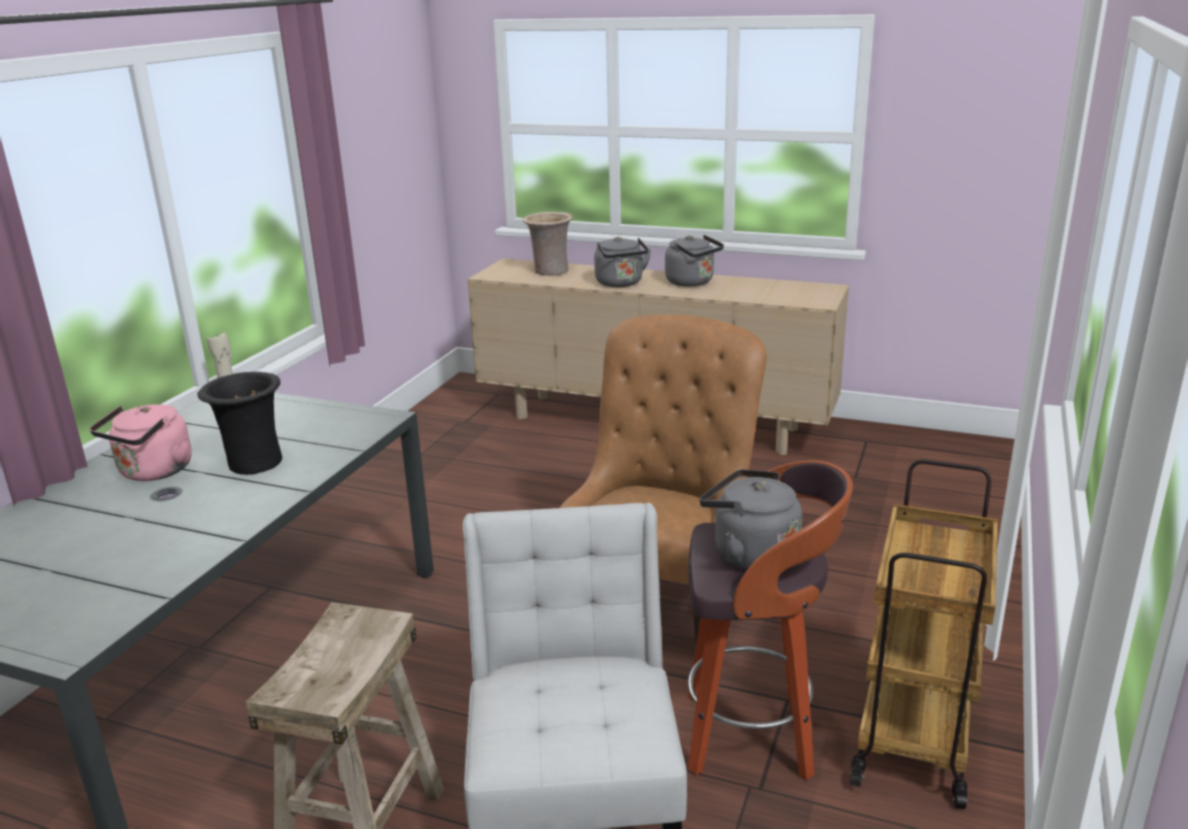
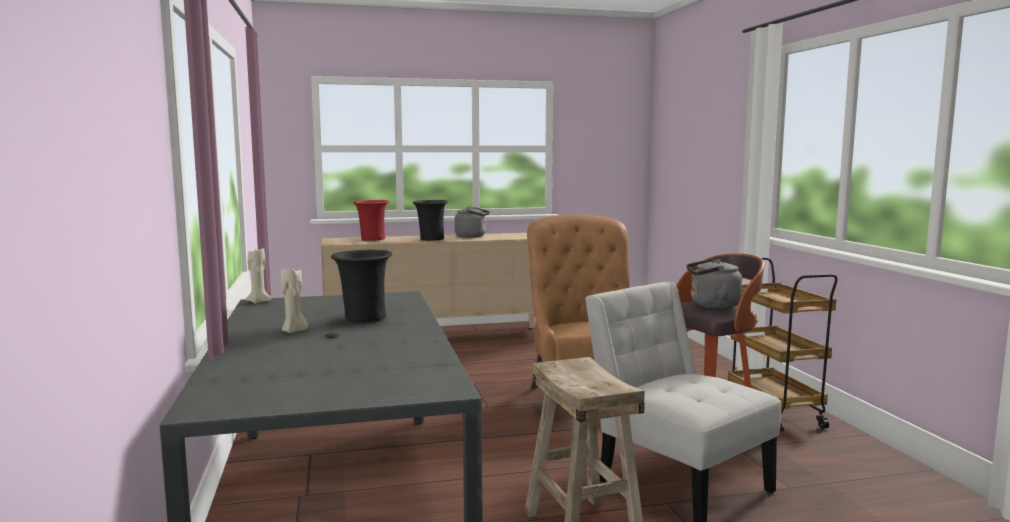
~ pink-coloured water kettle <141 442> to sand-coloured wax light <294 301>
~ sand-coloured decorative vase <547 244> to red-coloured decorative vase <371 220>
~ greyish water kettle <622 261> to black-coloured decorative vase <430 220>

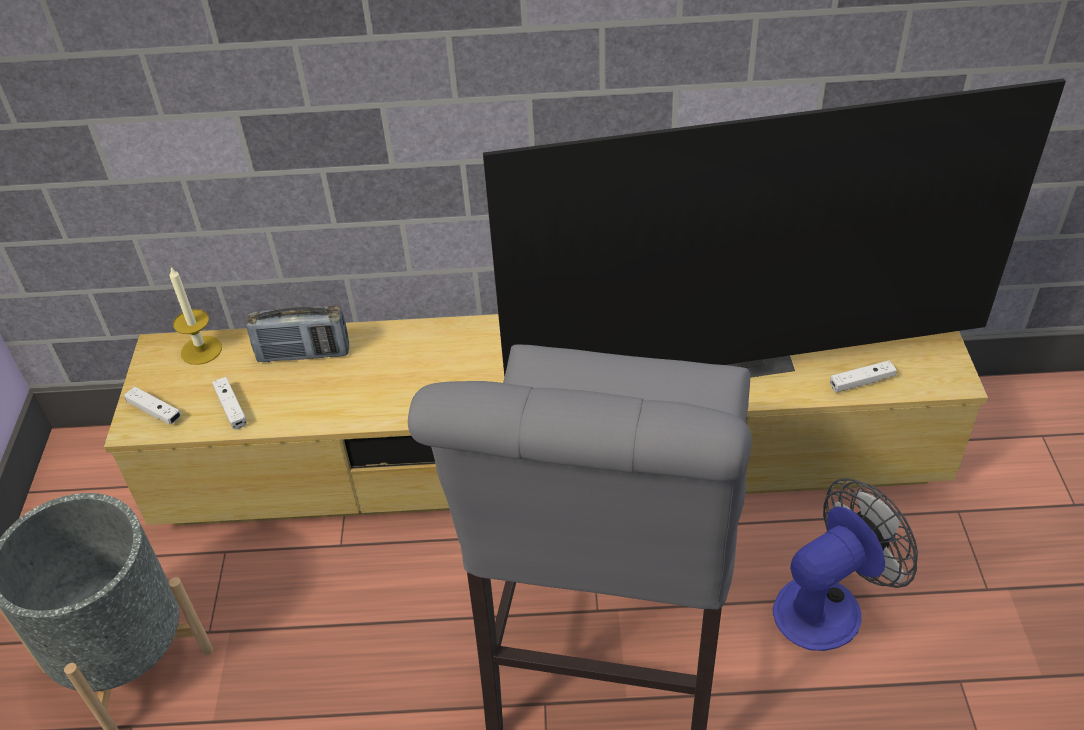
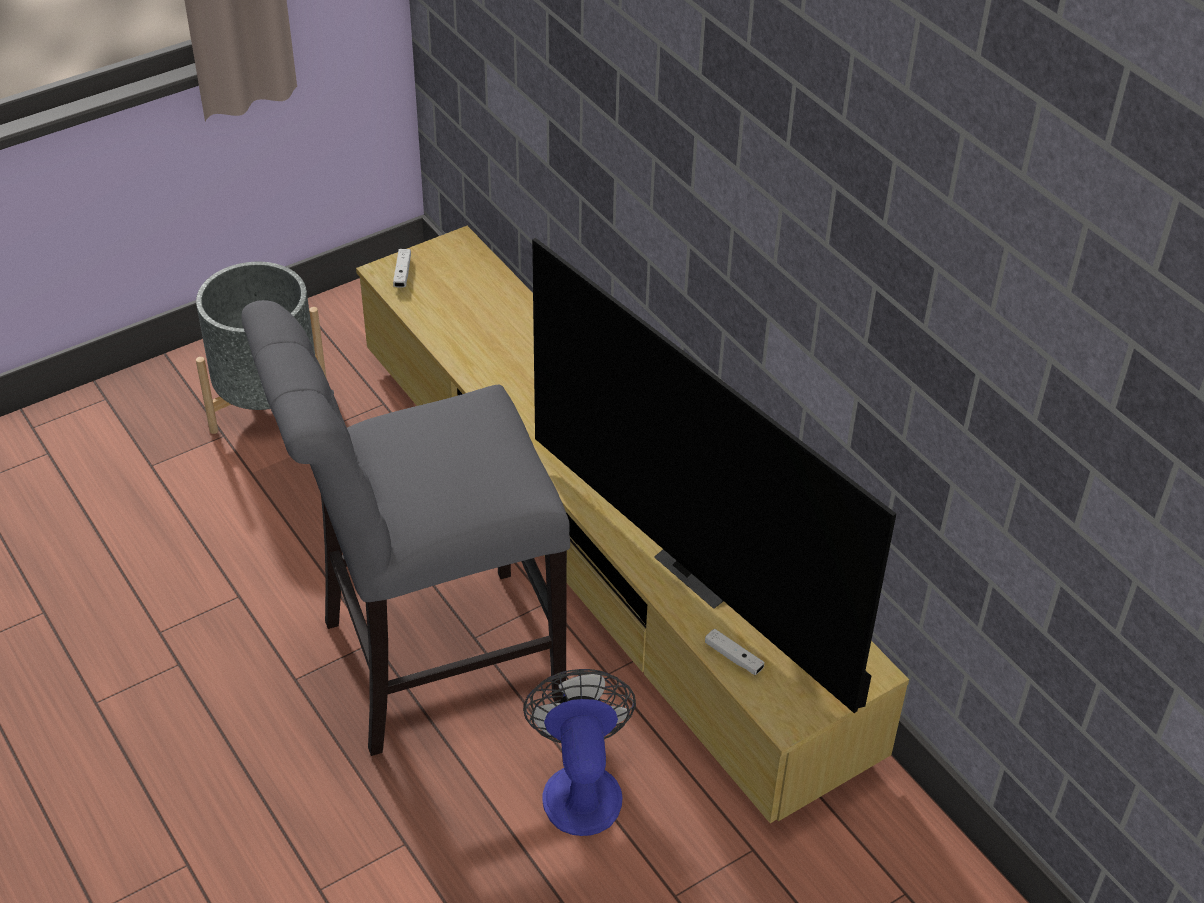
- wax light <195 316>
- white gamepad <229 403>
- radio <297 334>
~ fan <845 564> = <579 752> 120 degrees counterclockwise

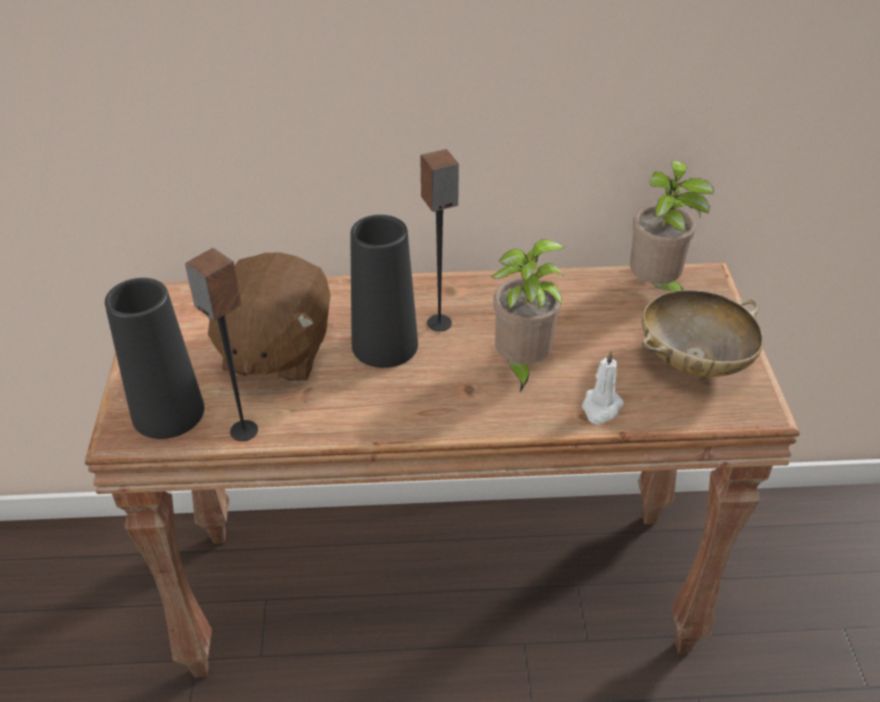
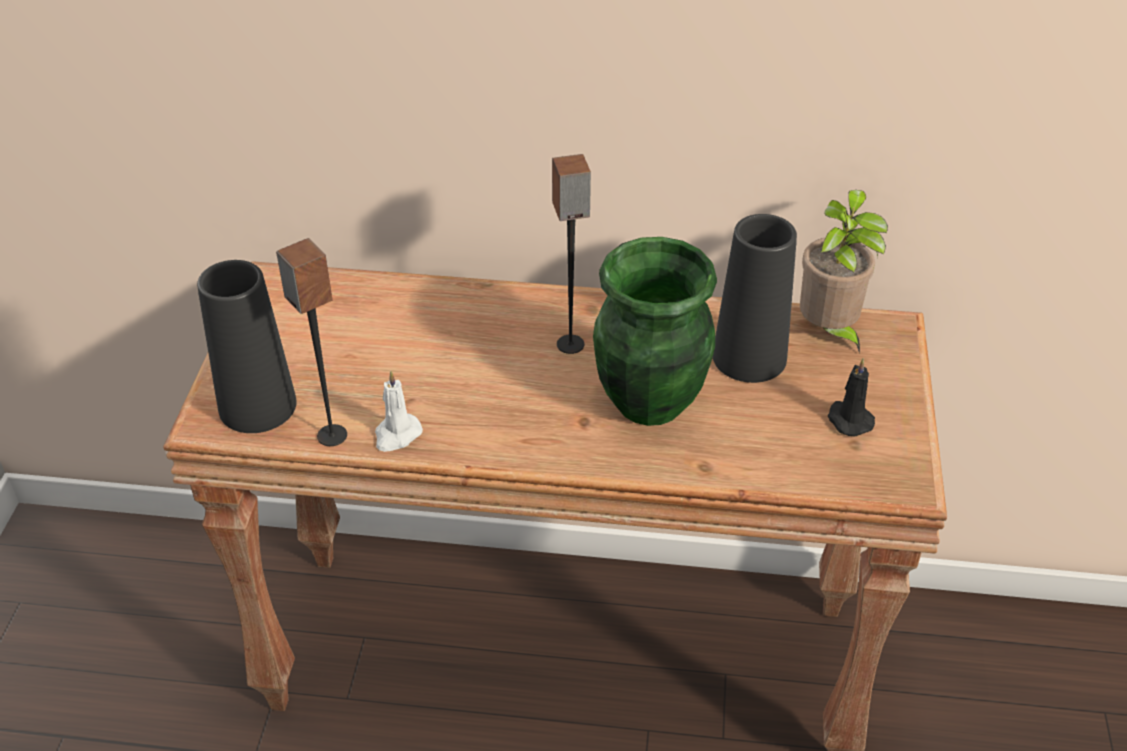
- brown plush toy <265 317>
~ black-coloured decorative vase <384 291> to <755 298>
~ plant in a pot <528 315> to green decorative vase <655 331>
~ white wax light <603 387> to <399 411>
~ sand-coloured deep dish <702 333> to black-coloured wax light <851 397>

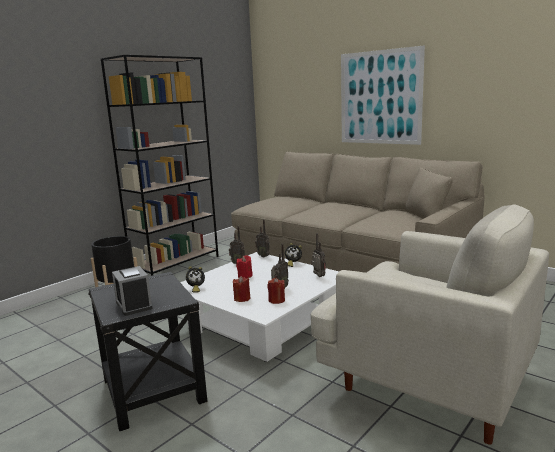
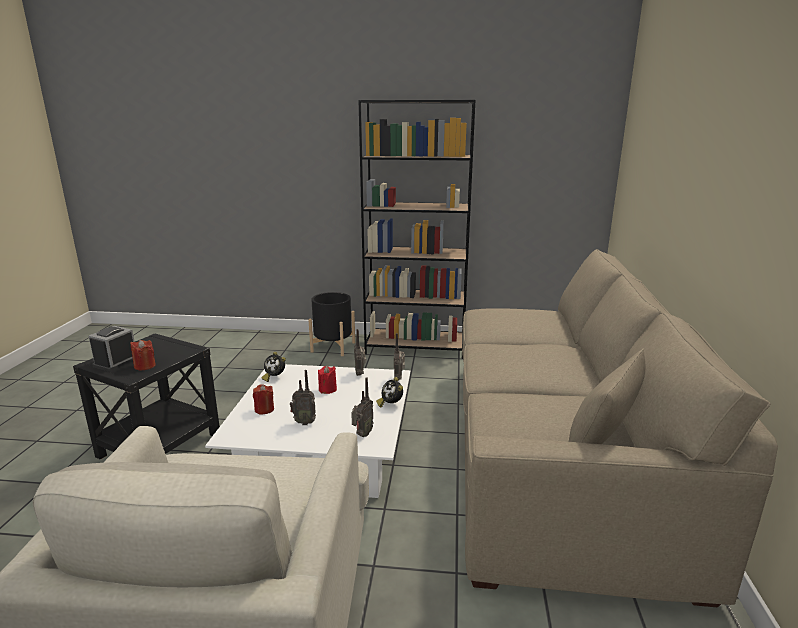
~ red-coloured wax light <276 291> to <143 355>
- wall picture <383 95>

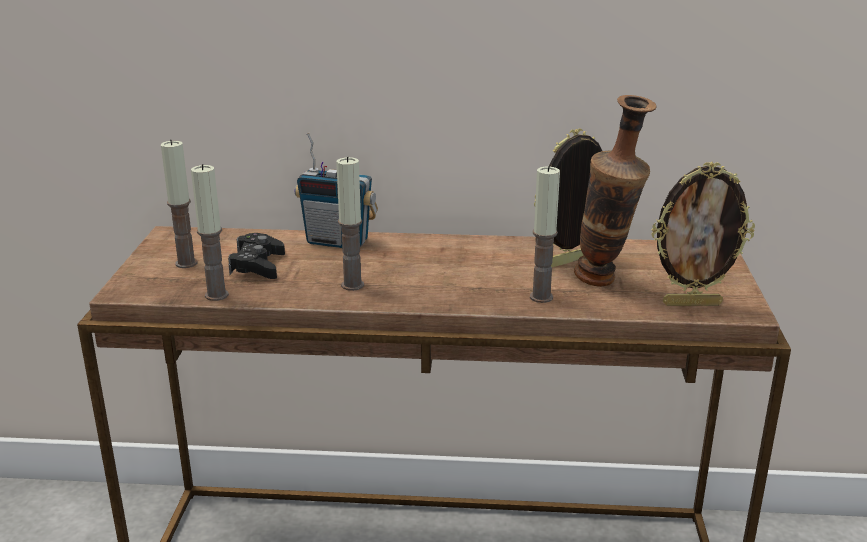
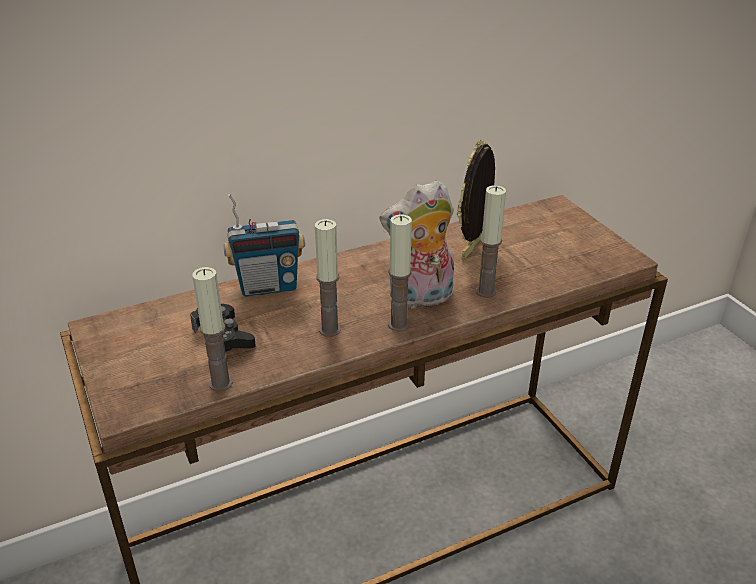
~ wax light <179 204> to <400 273>
- decorative vase <615 191>
- standing frame <703 234>
+ plush toy <417 244>

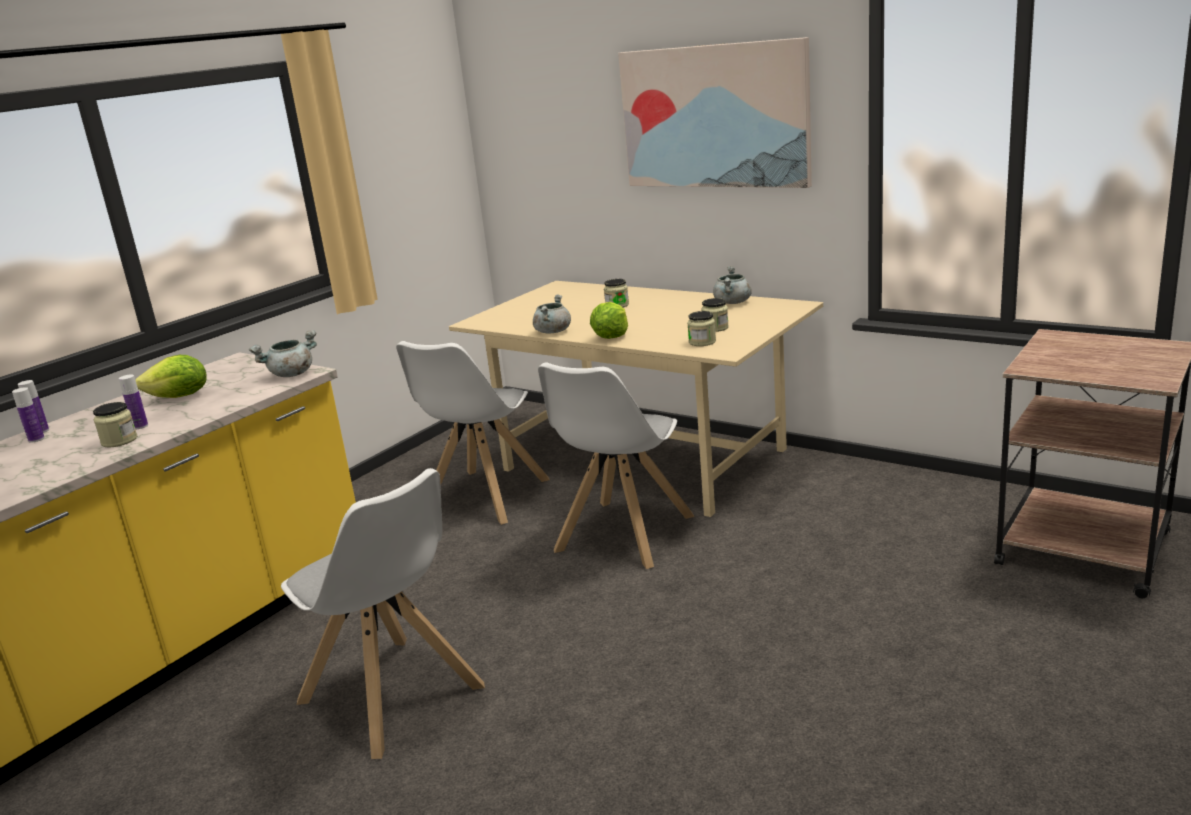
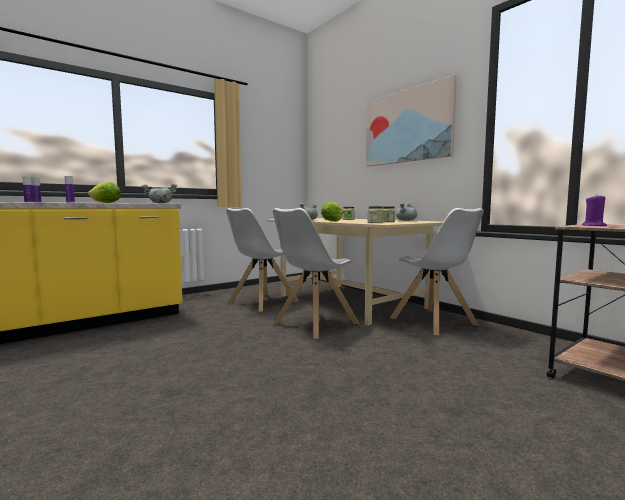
- preserve jar <115 425>
~ upright chair <383 613> to <437 271>
+ purple wax light <594 210>

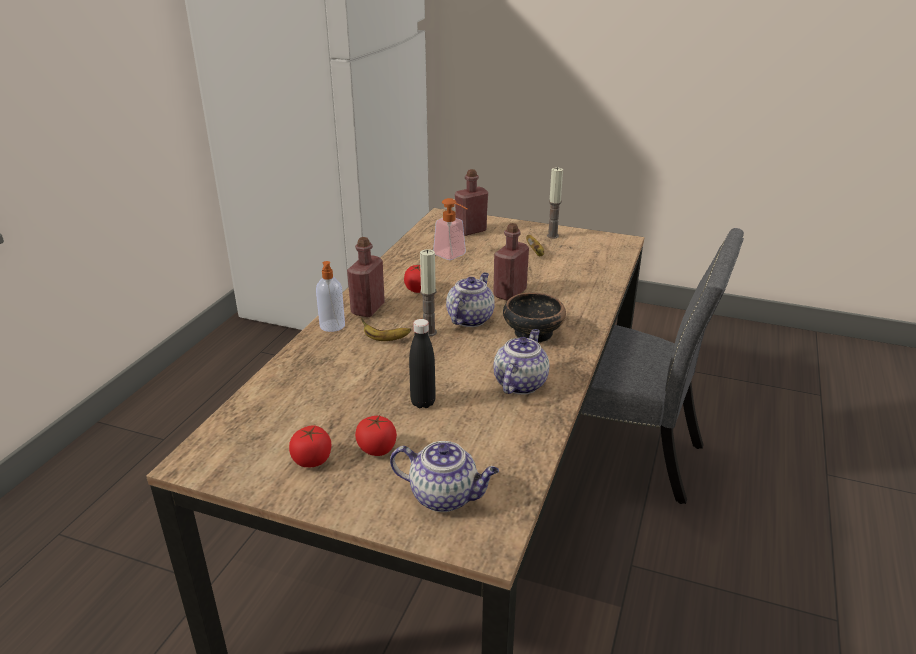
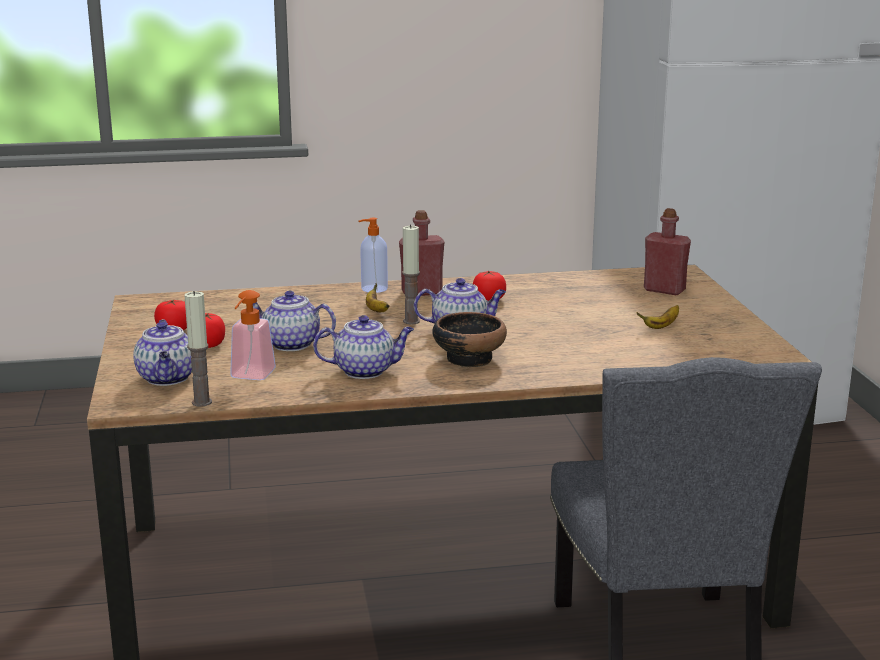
~ black-coloured drink bottle <422 363> to pot for tea <294 321>
~ soap bottle <450 229> to <253 335>
- red-coloured drink bottle <511 262>
~ wax light <555 203> to <198 349>

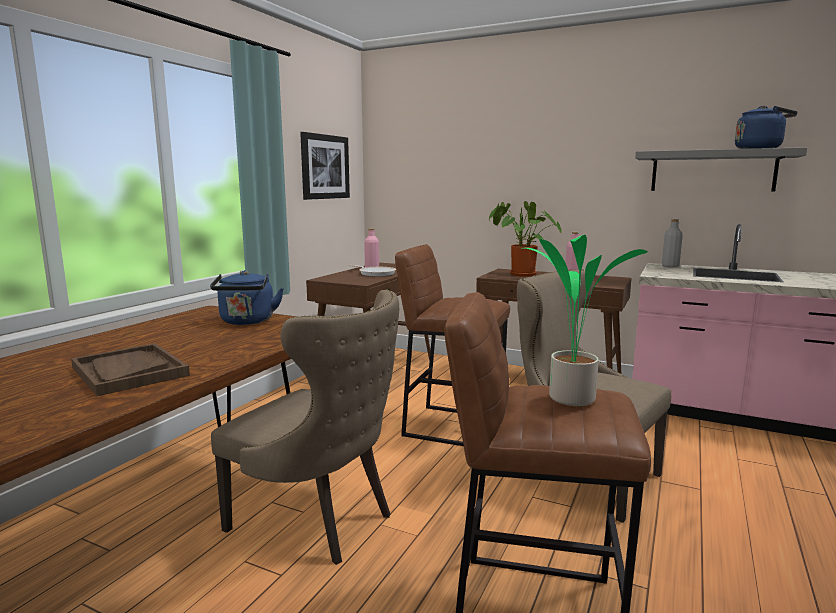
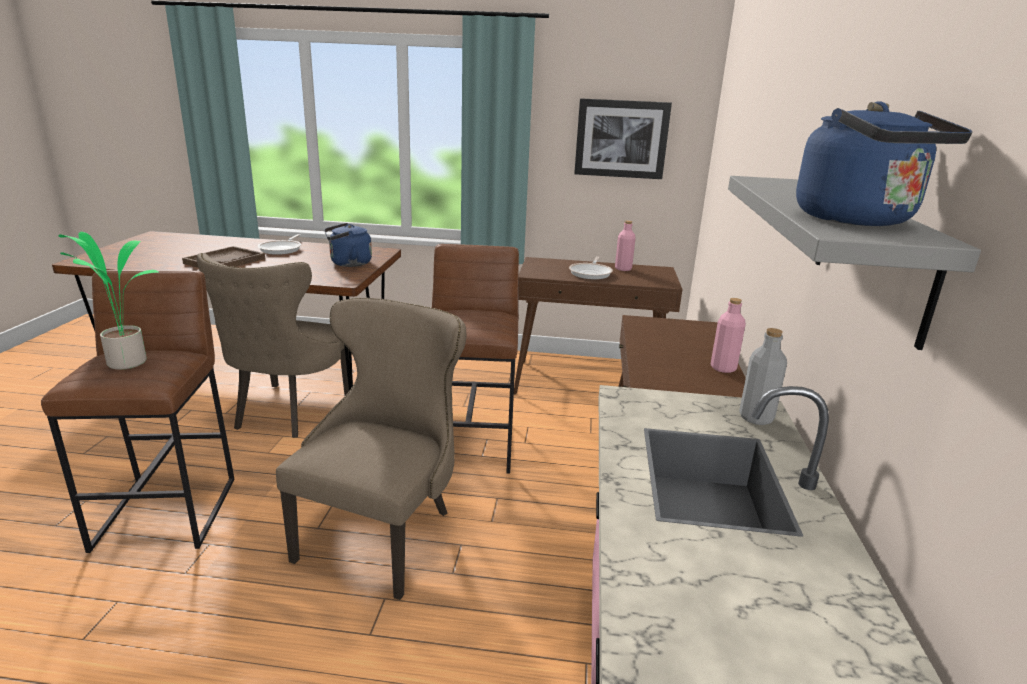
- plant in a pot <525 239>
+ frying pan <279 244>

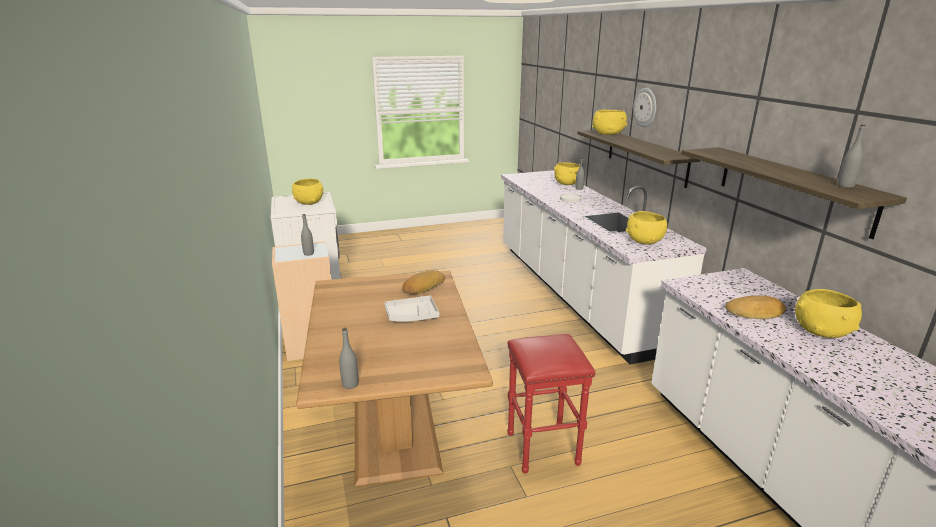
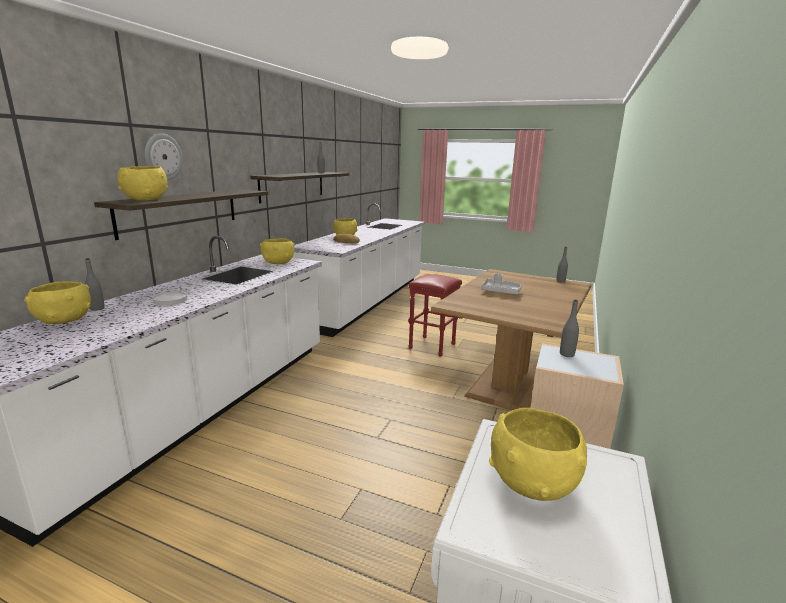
- bread <423 282>

